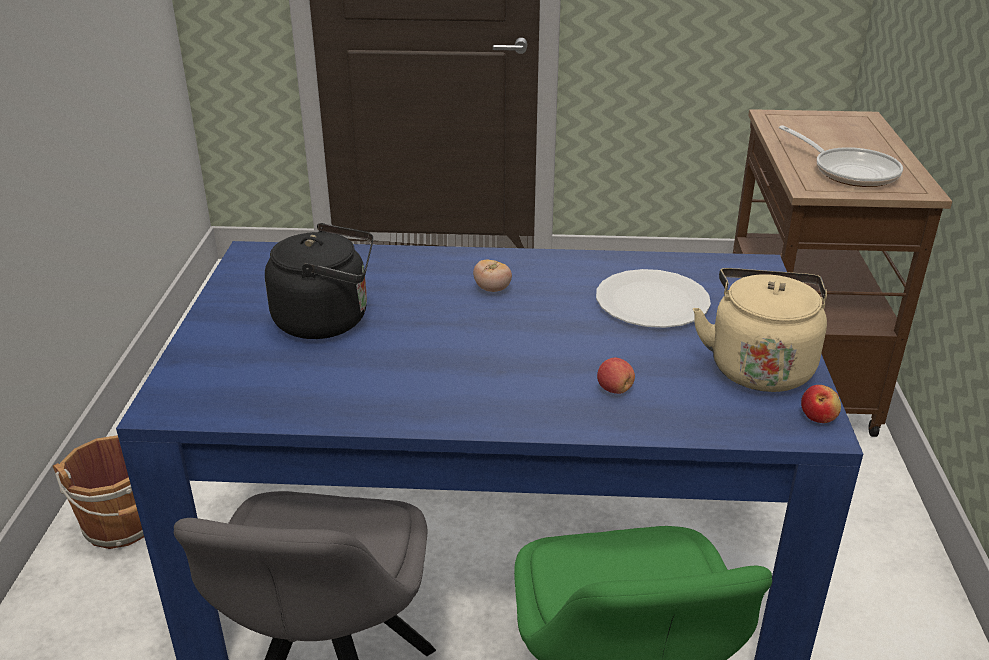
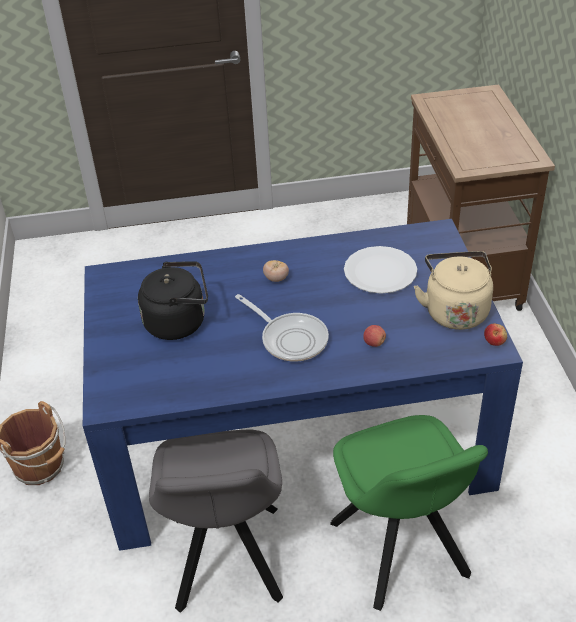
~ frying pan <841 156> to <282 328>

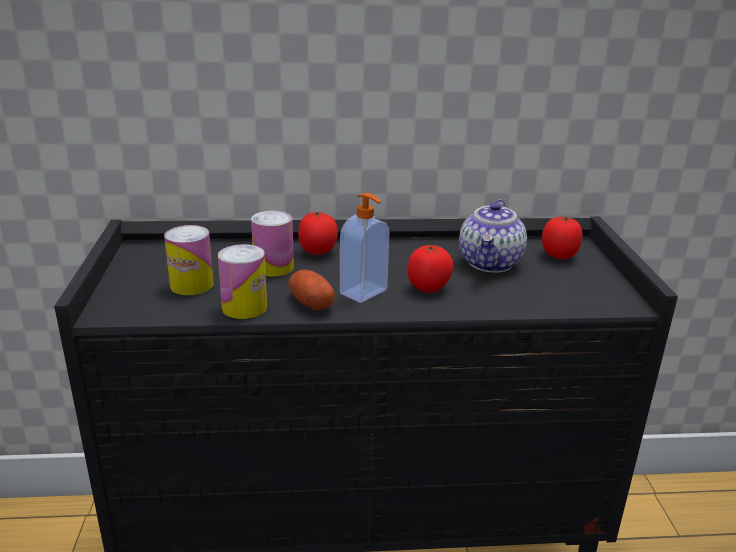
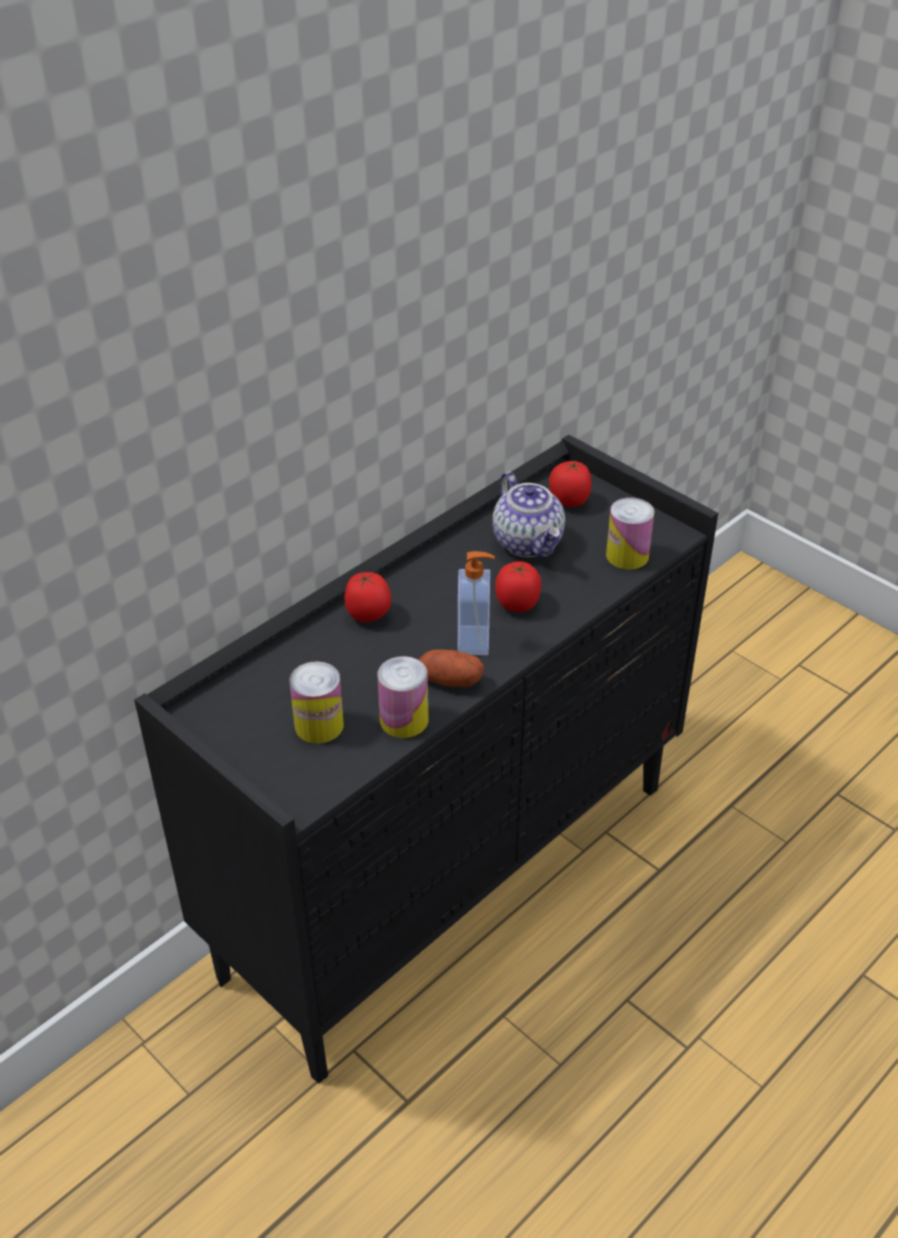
~ sealed can <272 243> to <630 533>

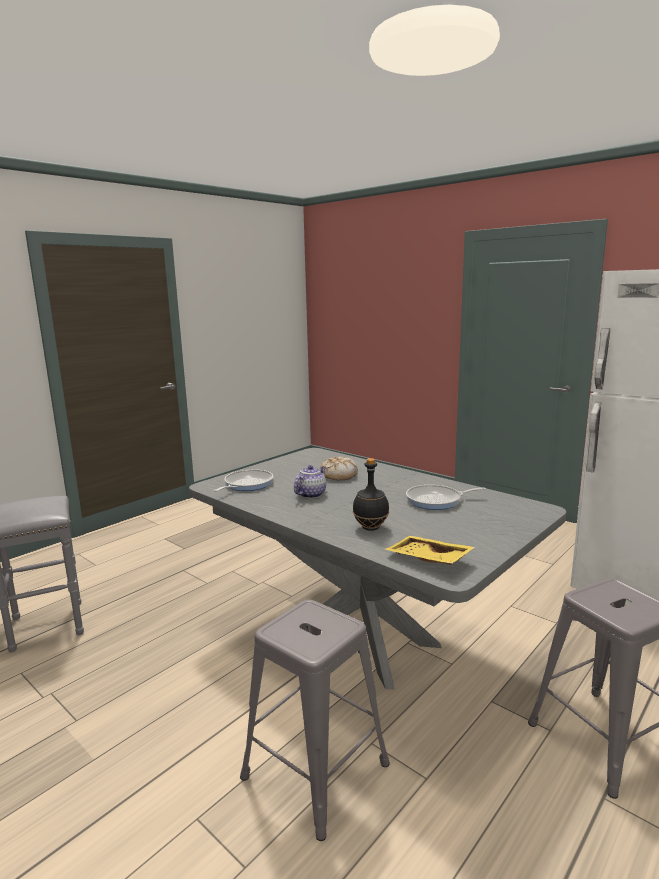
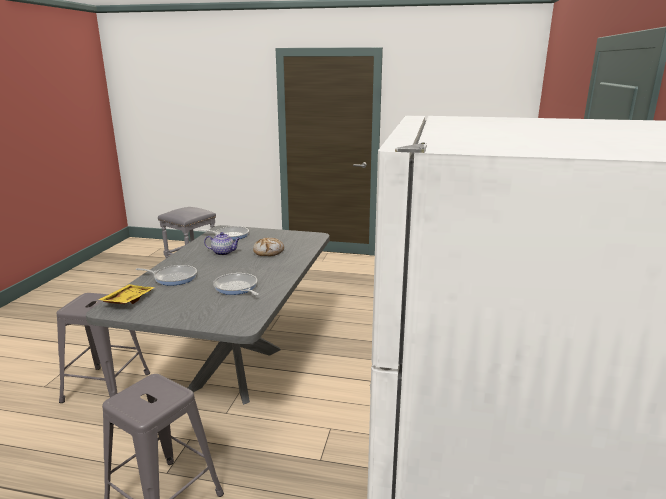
~ black-coloured drink bottle <371 494> to frying pan <166 275>

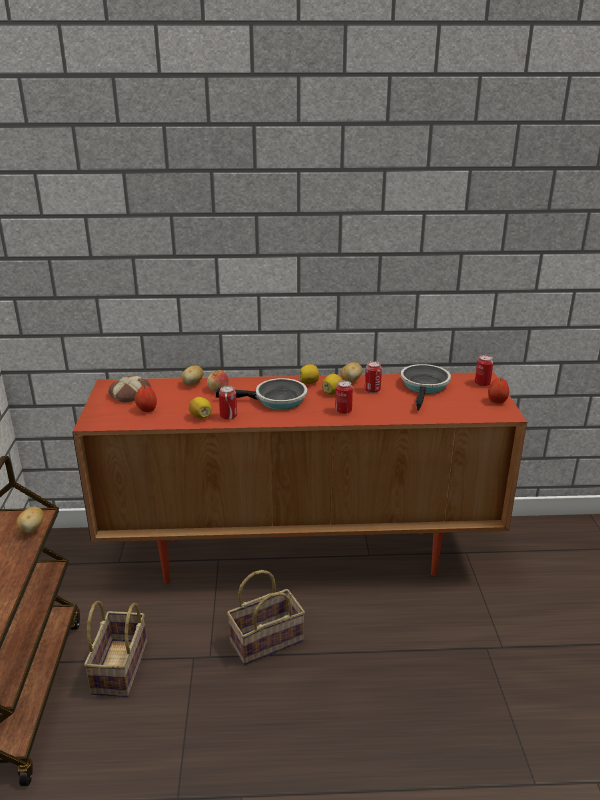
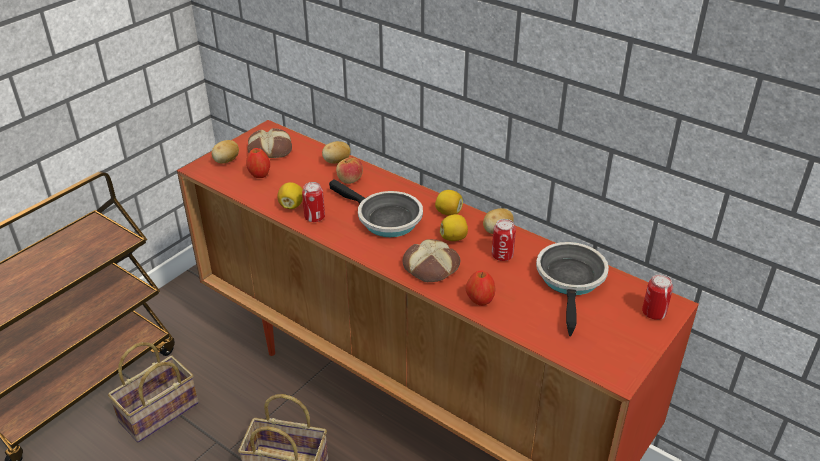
~ whole potato <30 520> to <225 151>
~ sealed can <344 397> to bread <431 260>
~ frying pan <426 387> = <572 289> 45 degrees counterclockwise
~ apple <498 390> to <480 288>

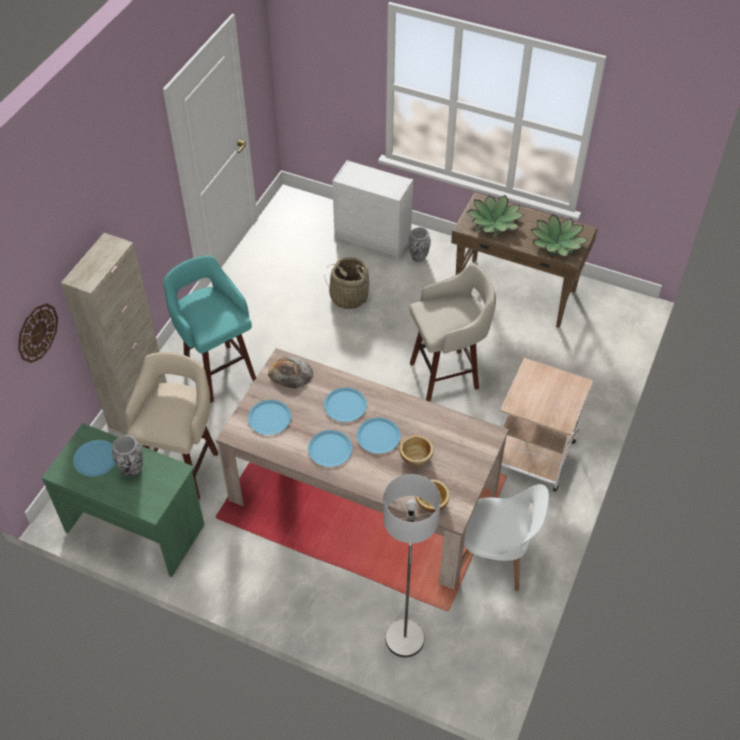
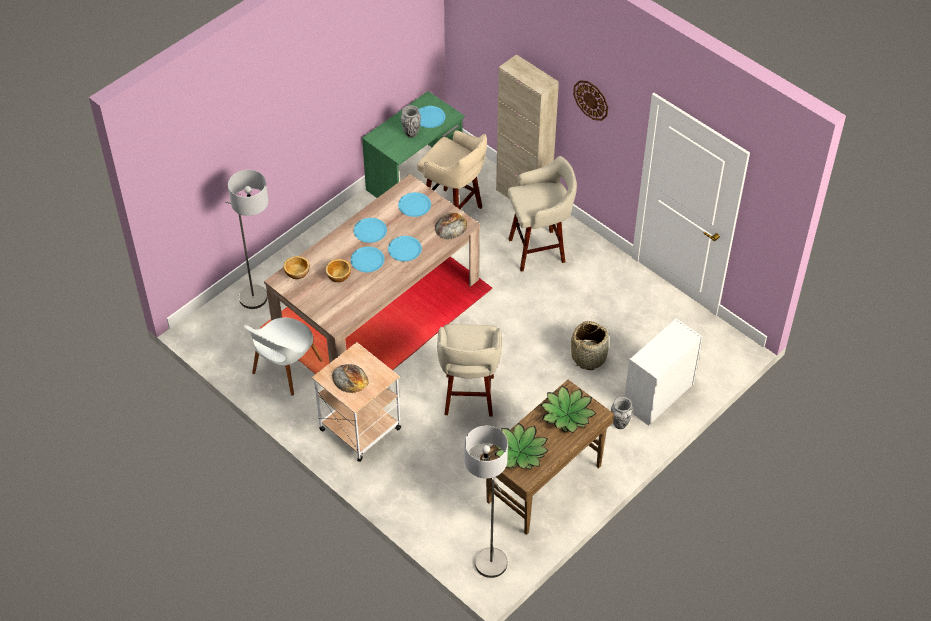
~ wall clock <38 333> to <590 100>
~ blue-green stool <209 329> to sand-coloured stool <542 214>
+ bread <350 378>
+ greyish standing lamp <486 502>

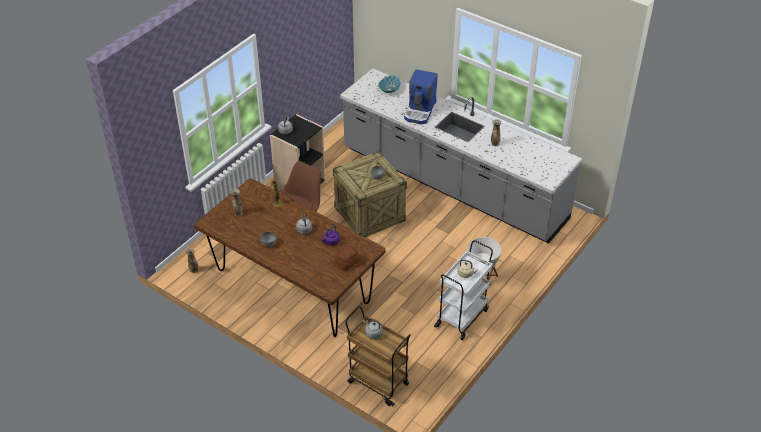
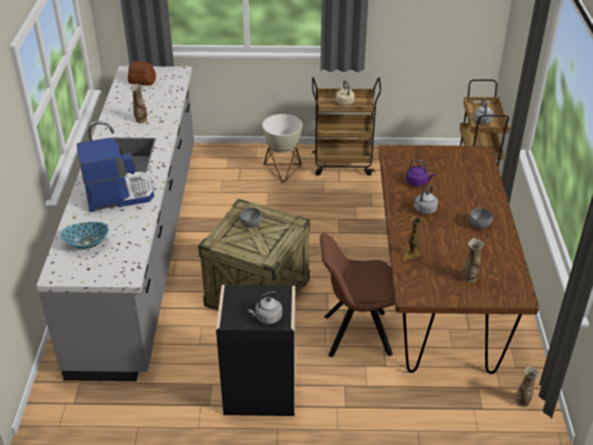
~ bread <347 258> to <142 73>
~ white wheeled cart <463 290> to brown wheeled cart <346 126>

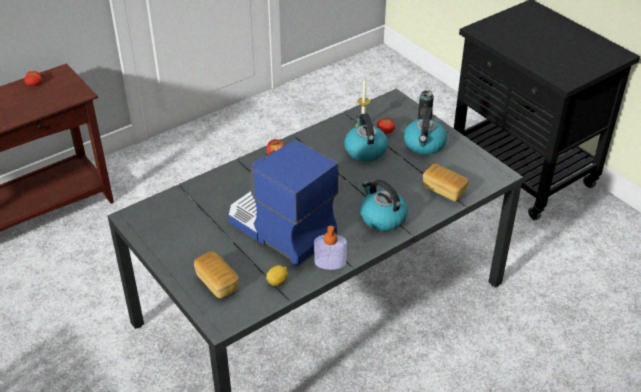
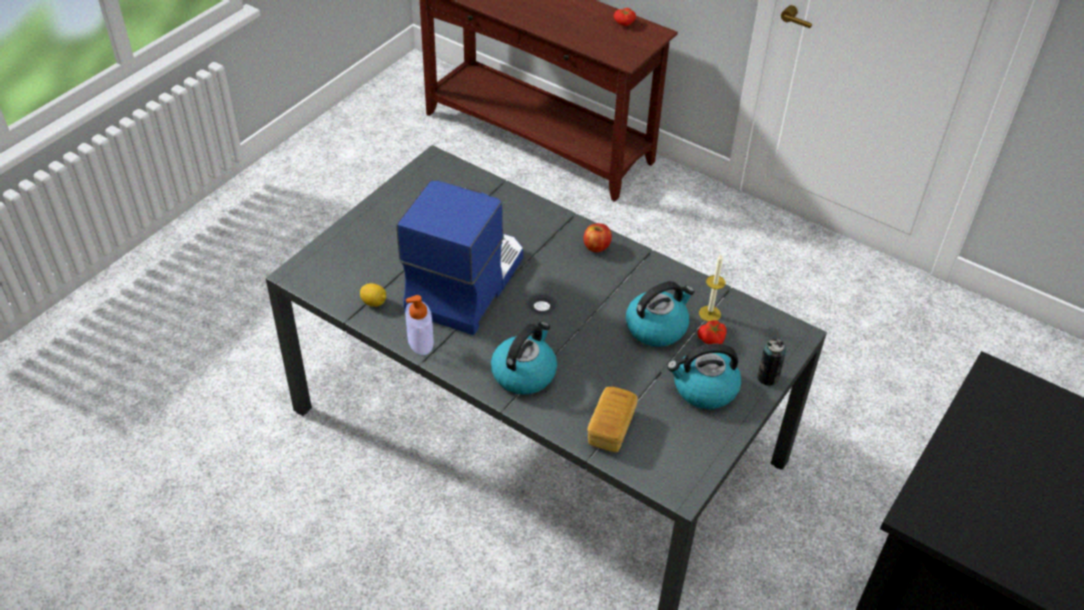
- bread <216 274>

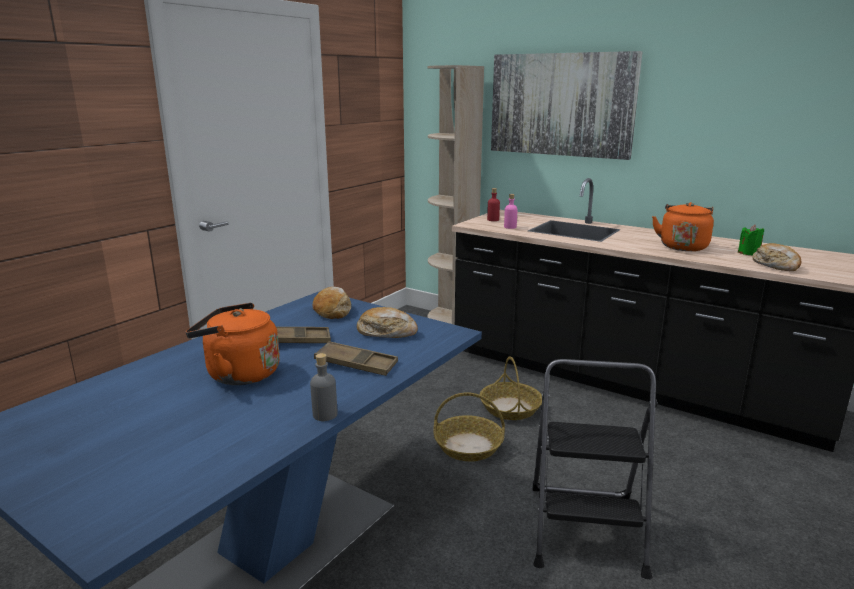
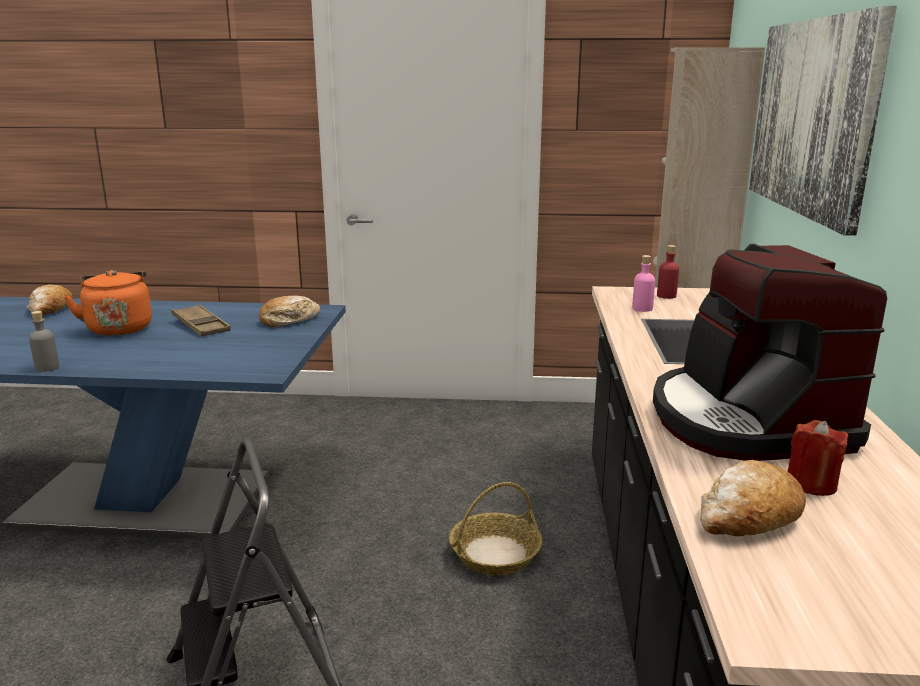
- brown tray <356 358>
~ bread <387 322> to <50 299>
- household basket <469 426>
~ orange-coloured water kettle <683 226> to coffee brewer <770 352>
~ green wax light <751 240> to red-coloured wax light <817 458>

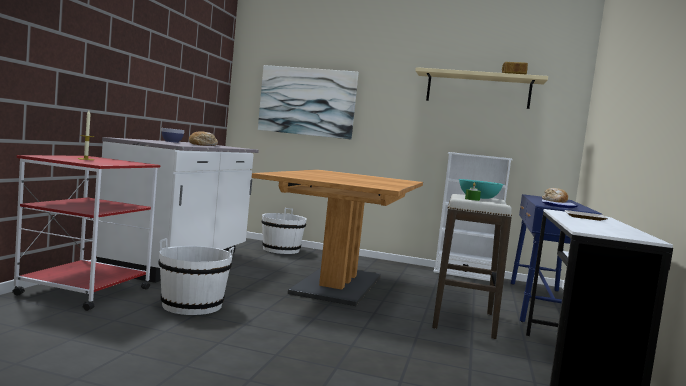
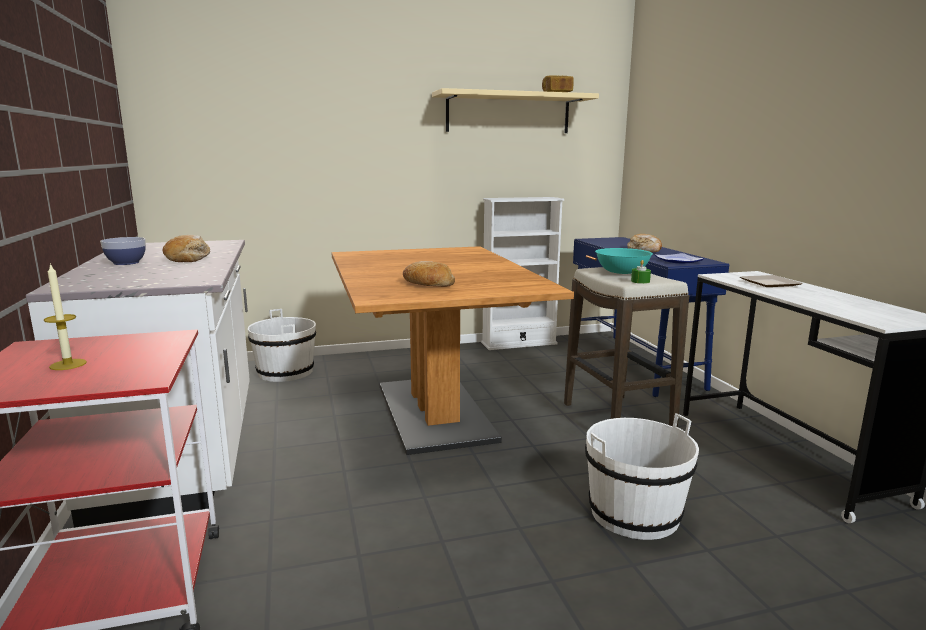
~ white water bucket <196 276> to <642 476>
- wall picture <308 102>
+ bread <429 274>

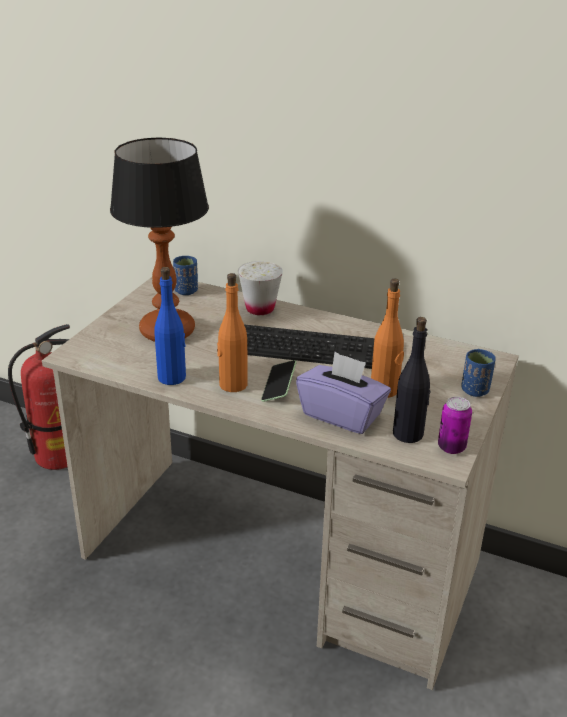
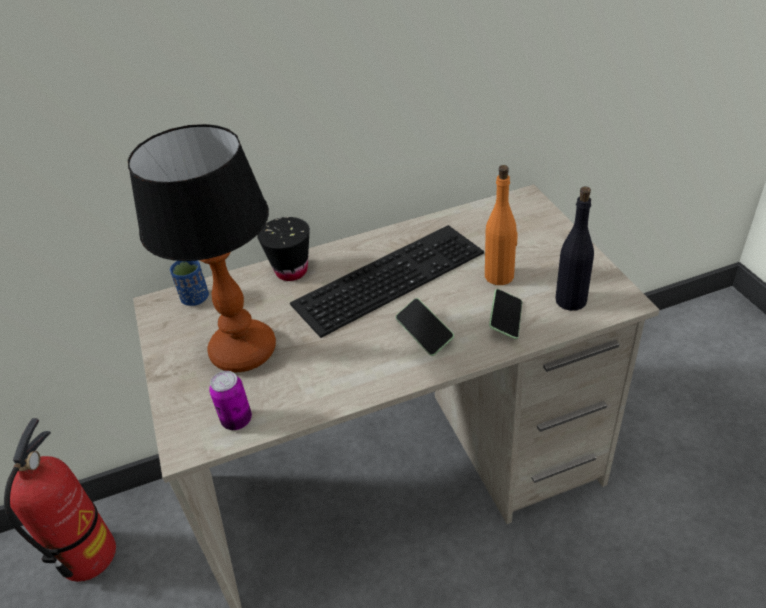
- blue-coloured drink bottle <170 326>
- orange-coloured drink bottle <232 332>
~ white small cup <260 288> to black-coloured small cup <283 249>
~ purple box of tissues <343 393> to handset <505 314>
~ sealed can <455 425> to <230 400>
- blue-coloured small cup <478 373>

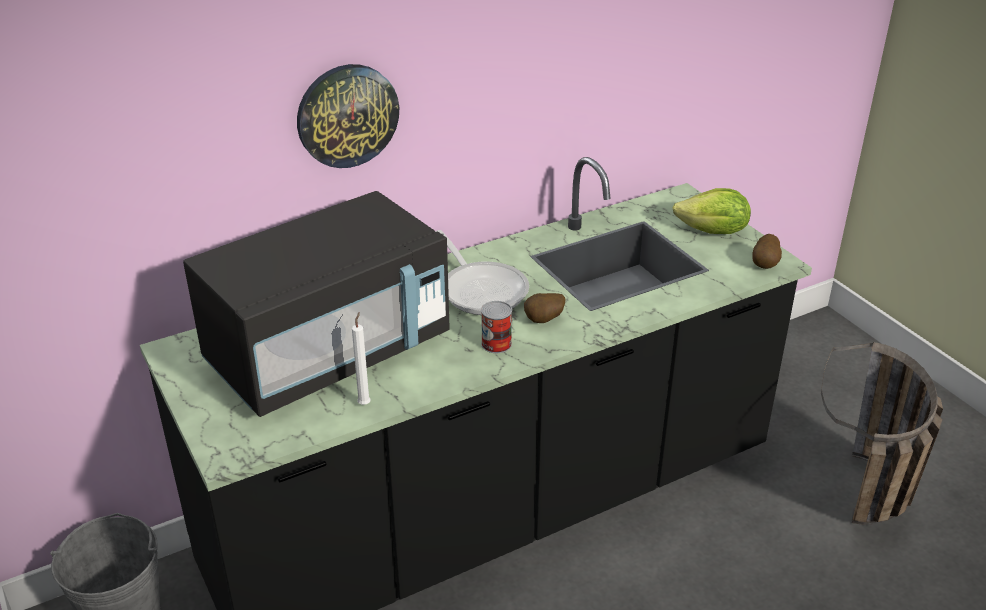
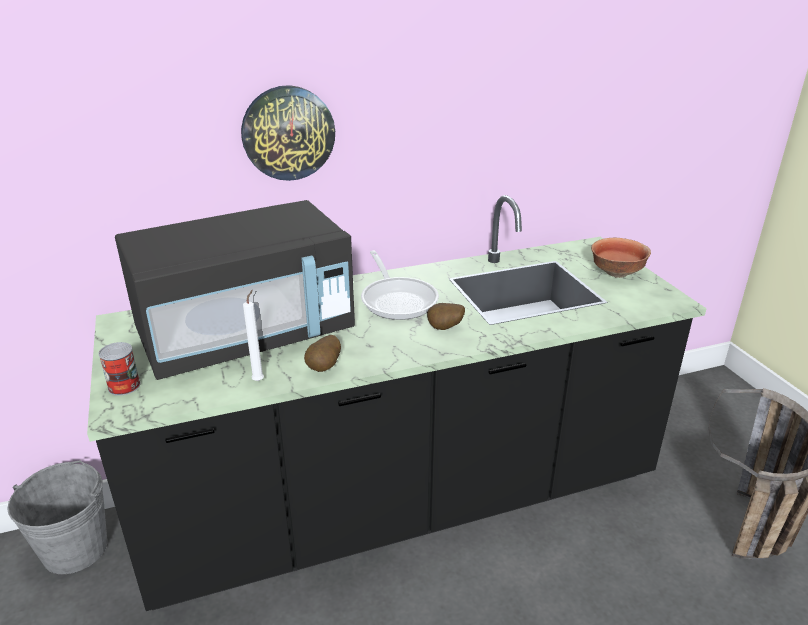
~ sealed can <496 327> to <119 369>
~ lettuce head <712 211> to deep dish <621 258>
~ whole potato <767 251> to <322 353>

